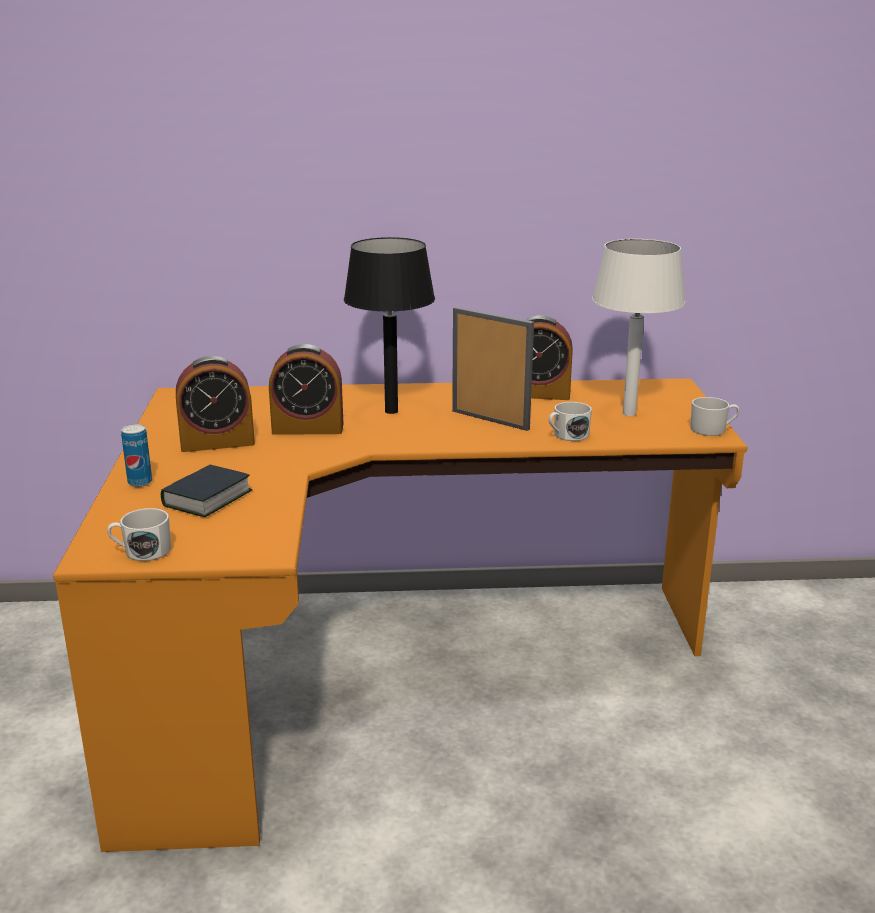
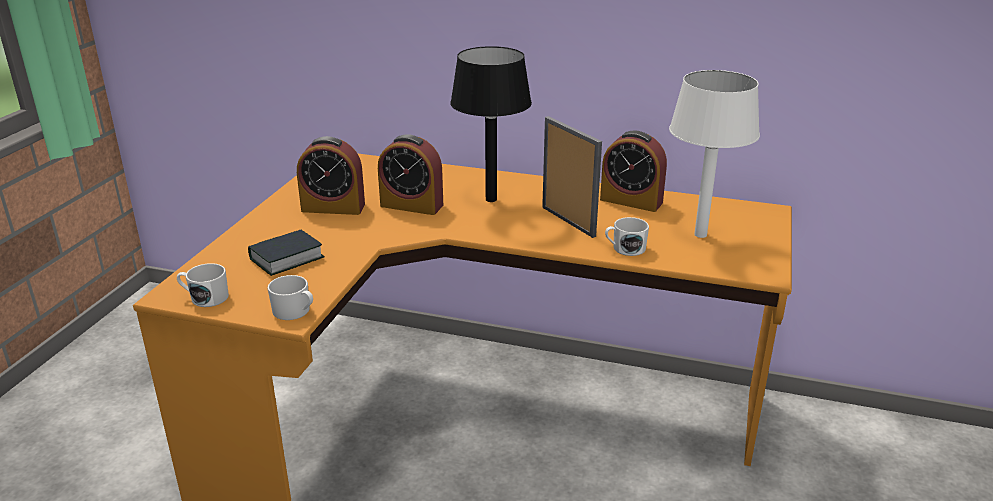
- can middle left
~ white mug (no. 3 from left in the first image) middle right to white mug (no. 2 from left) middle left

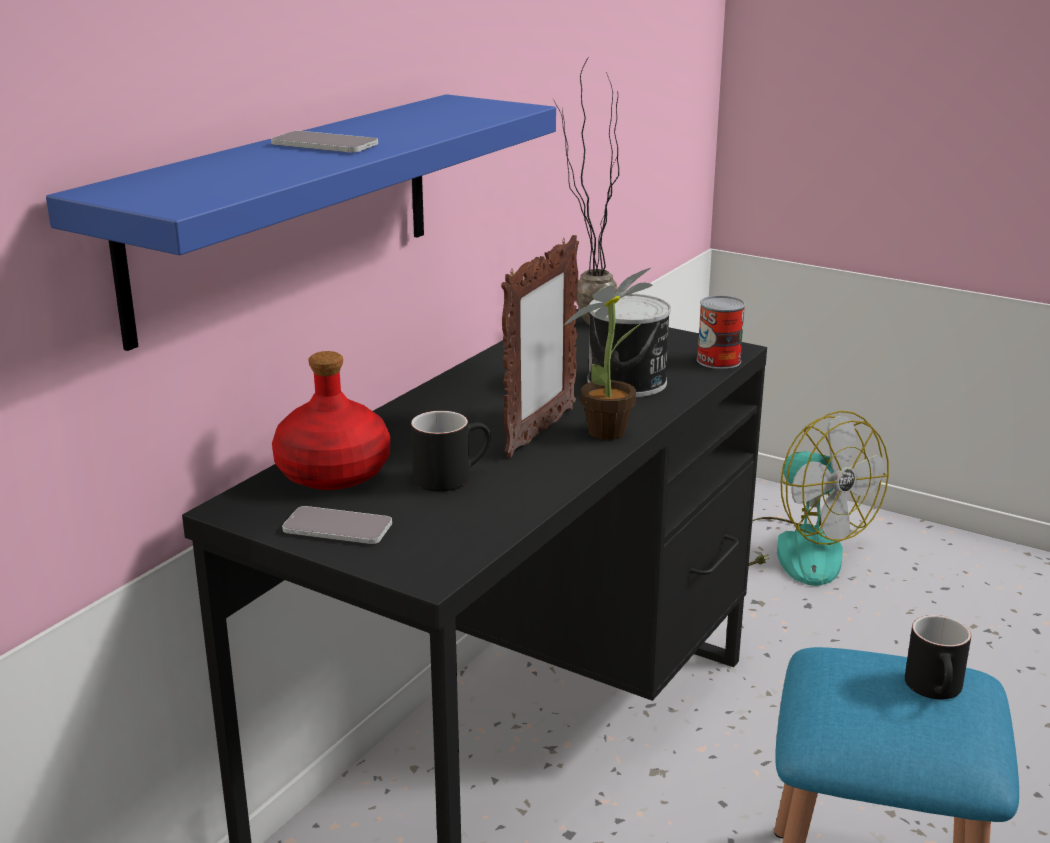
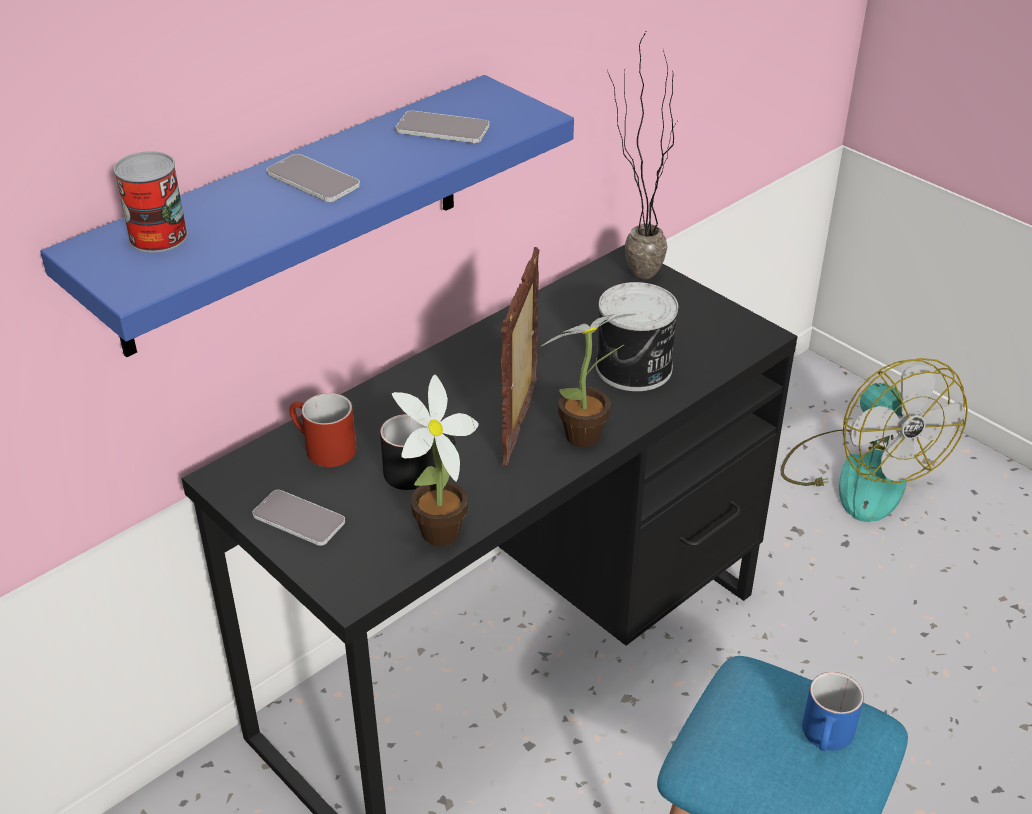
+ potted plant (no. 1 from left) centre
+ phone (no. 3 from left) top centre
~ can (no. 2 from left in the first image) middle right to can (no. 1 from left) top left
~ red bottle middle left to red mug middle left
~ black mug (no. 2 from left) bottom right to blue mug bottom right
~ picture frame centre = centre 150 degrees clockwise

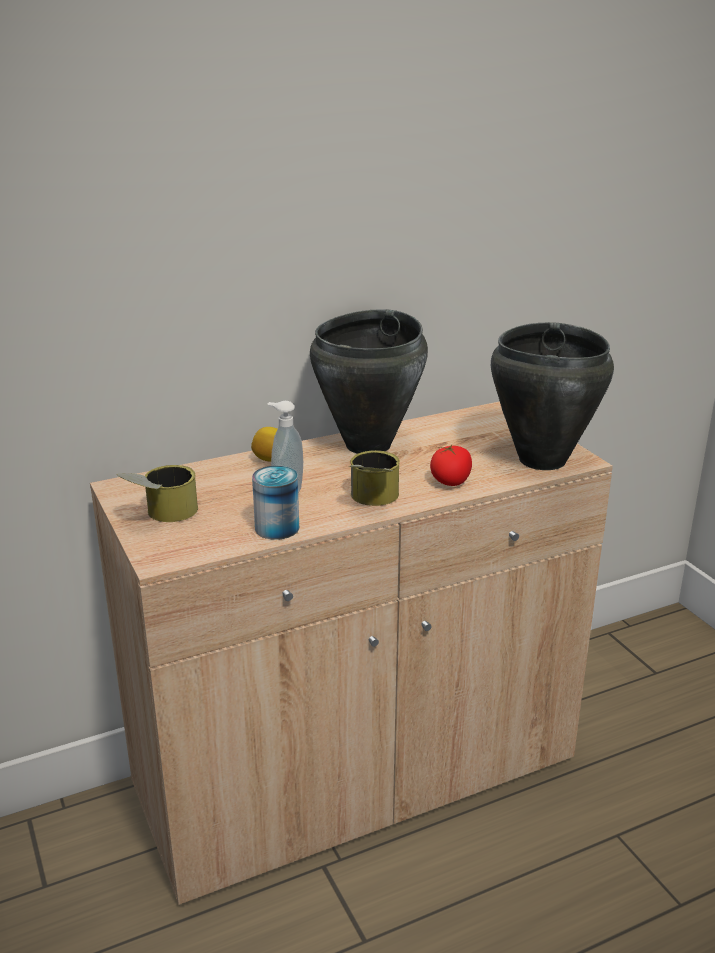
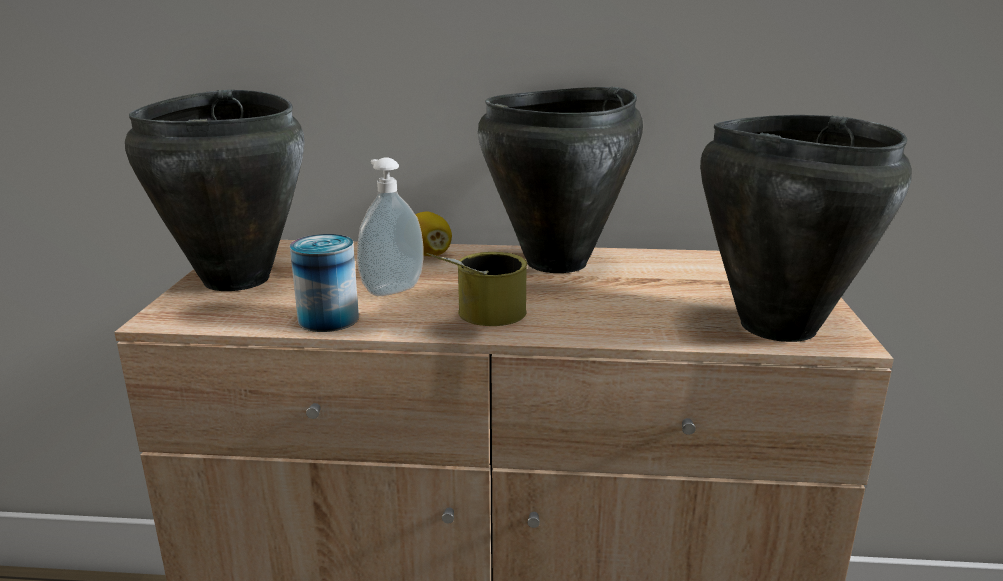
- tomato centre
~ can (no. 1 from left) middle left to black cooking pot (no. 1 from left) top left

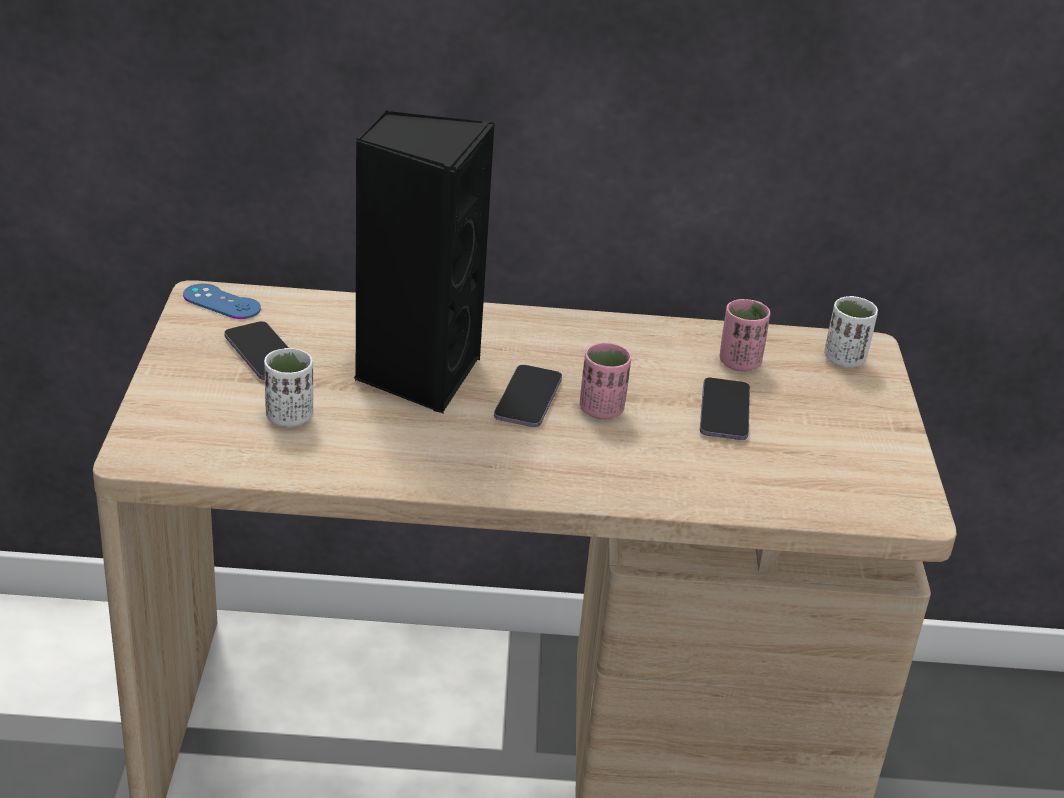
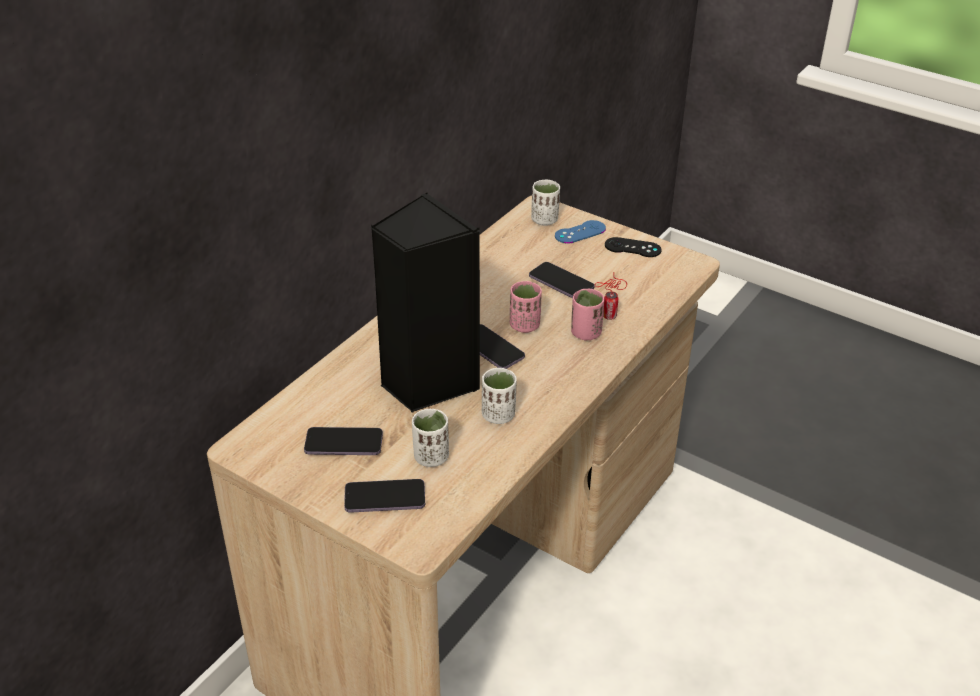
+ phone (no. 2 from left) bottom centre
+ white cup (no. 2 from left) centre
+ can centre
+ black game controller centre
~ blue game controller middle left to centre
~ pink cup (no. 2 from left) middle right to centre

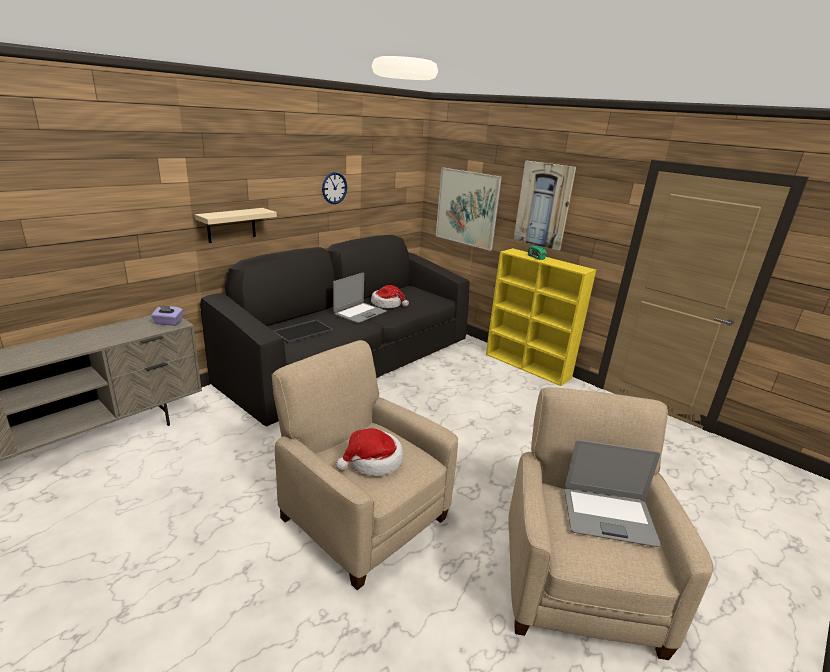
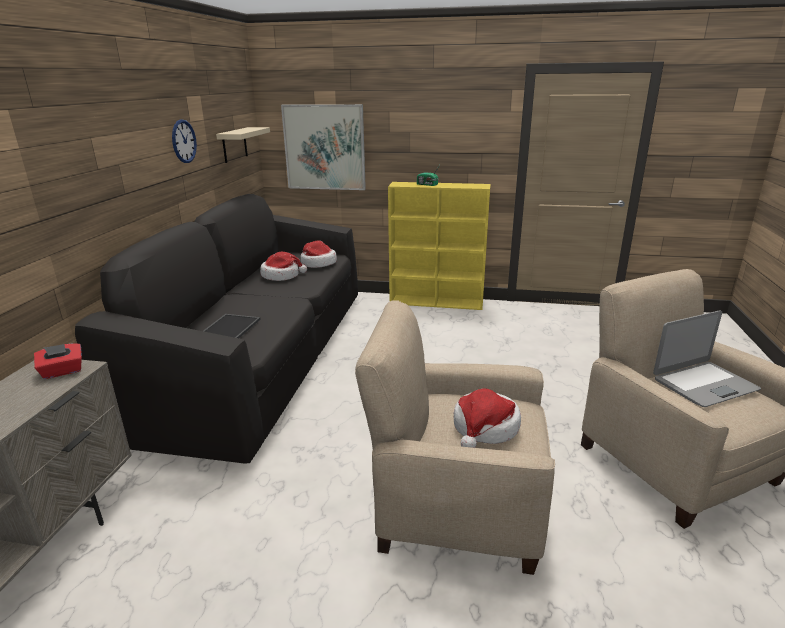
- laptop (no. 1 from left) centre
- picture (no. 2 from left) top centre
+ hat (no. 2 from left) centre
~ beige shelf middle left to top left
~ purple tissue box middle left to red tissue box middle left

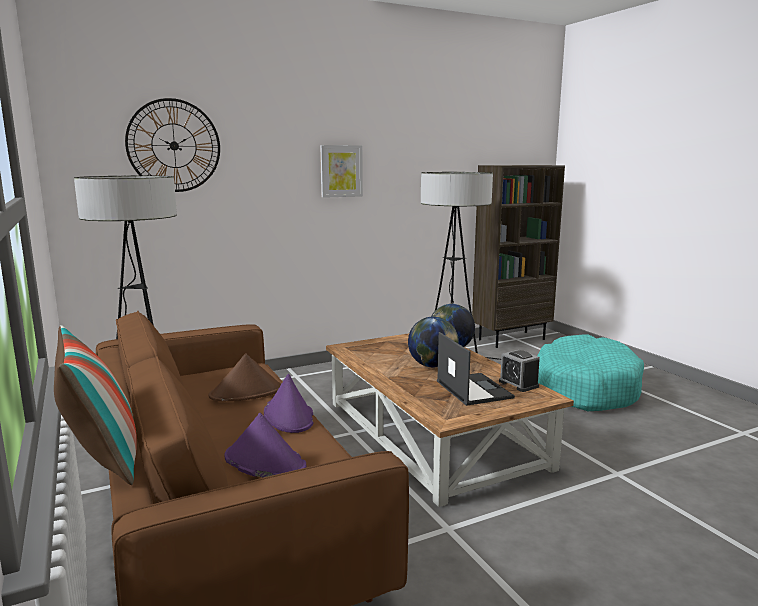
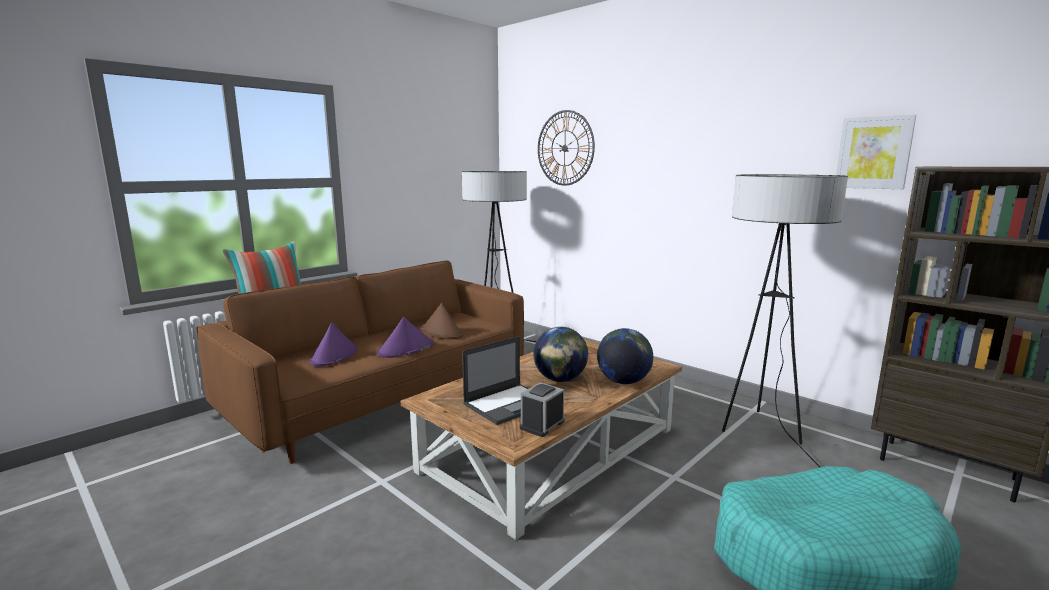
~ picture top centre to top right

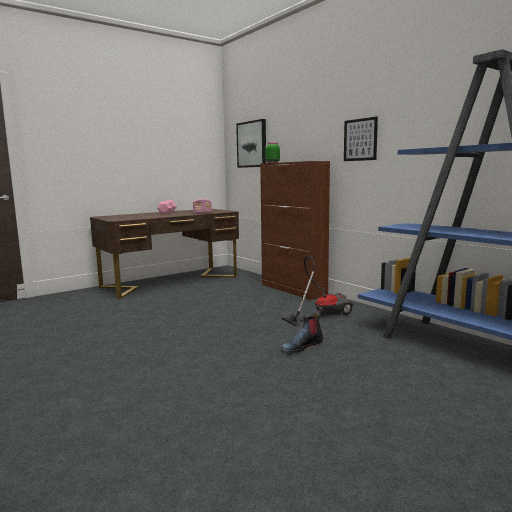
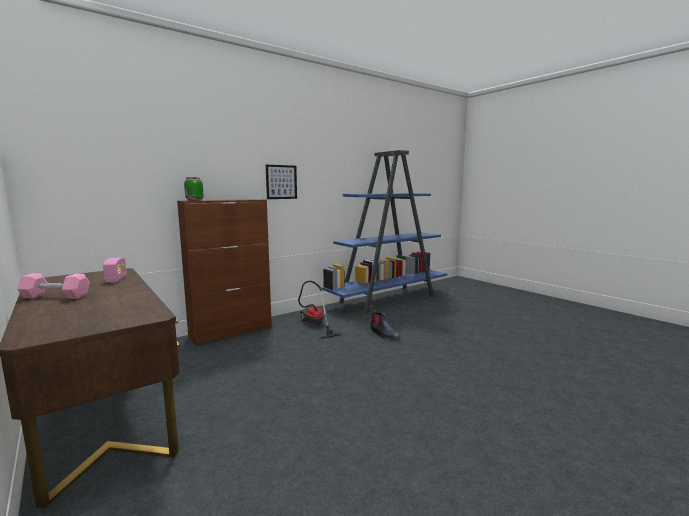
- picture (no. 1 from left) top centre

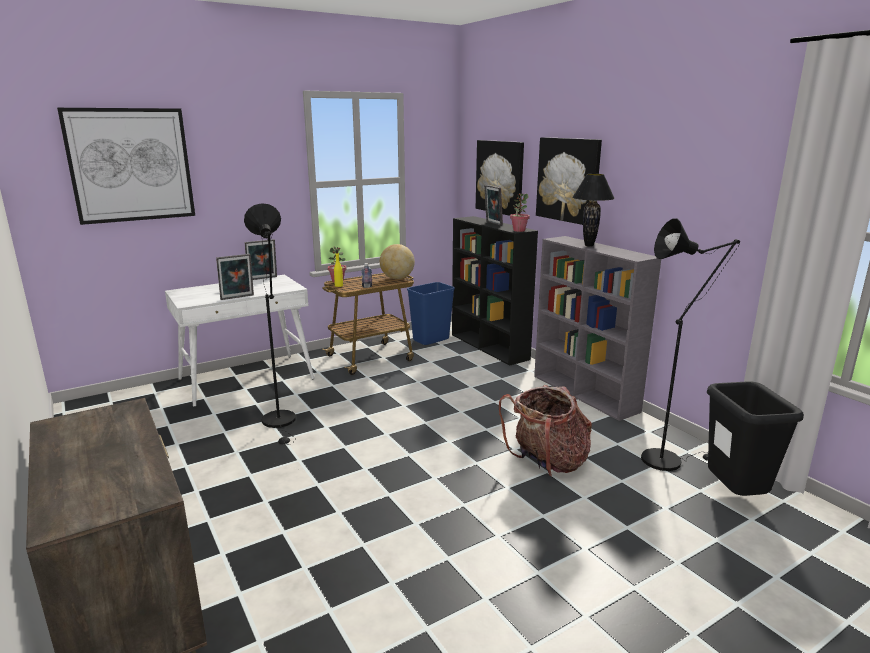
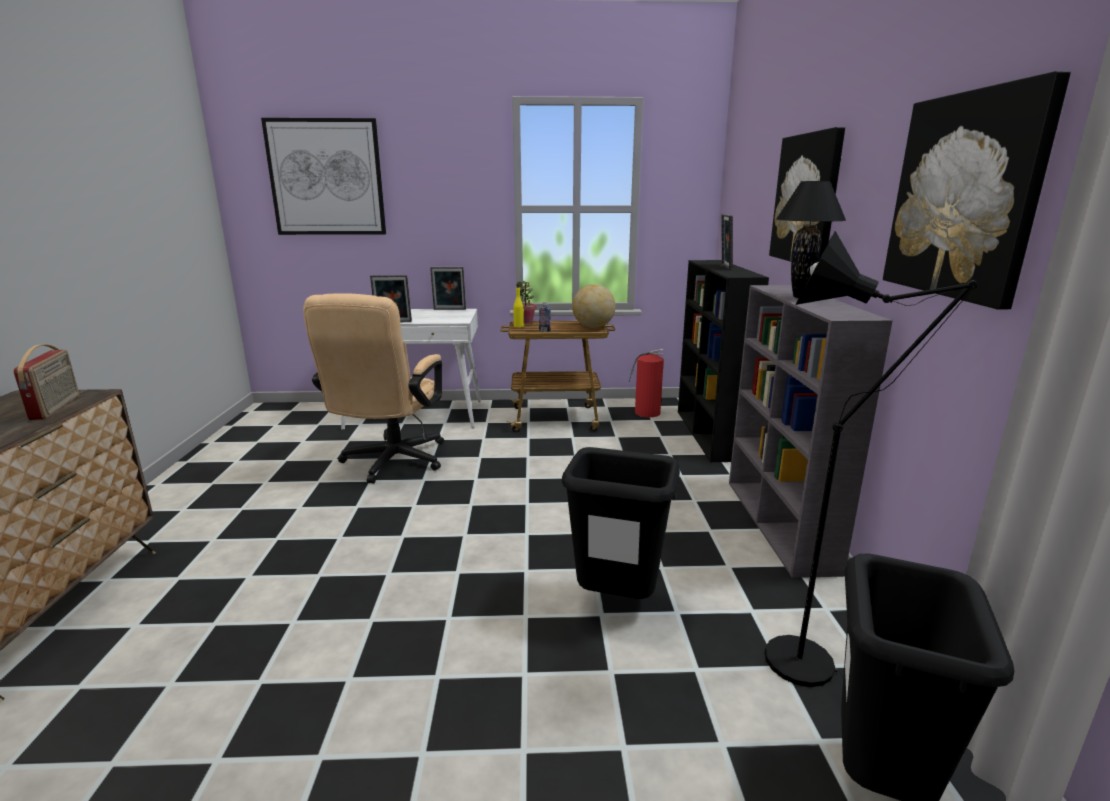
- potted plant (no. 2 from left) top centre
+ radio middle left
~ picture (no. 2 from left in the first image) top centre to picture (no. 3 from left) top right
~ black floor lamp (no. 1 from left) middle left to beige office chair centre
~ blue trash can centre to fire extinguisher centre
~ backpack centre to black trash can (no. 1 from left) centre

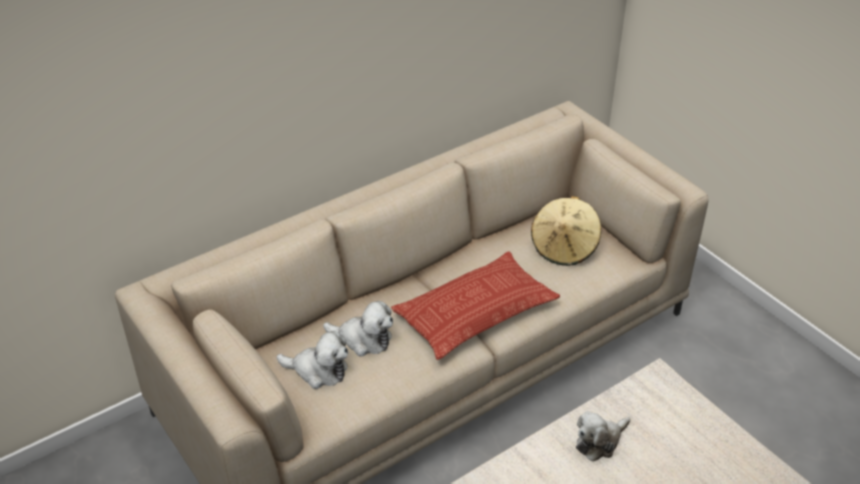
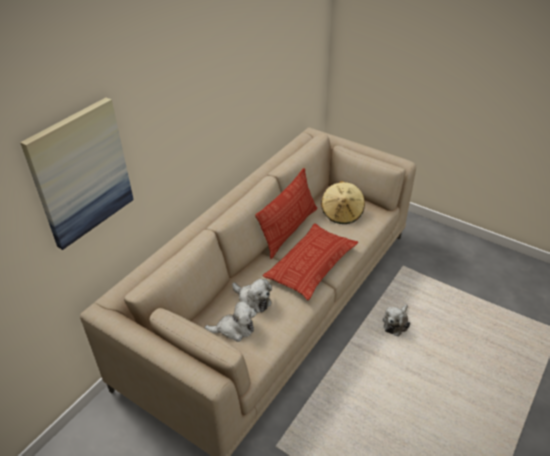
+ picture middle left
+ pillow (no. 1 from left) centre
~ plush toy (no. 2 from left) bottom centre = centre 45 degrees clockwise

